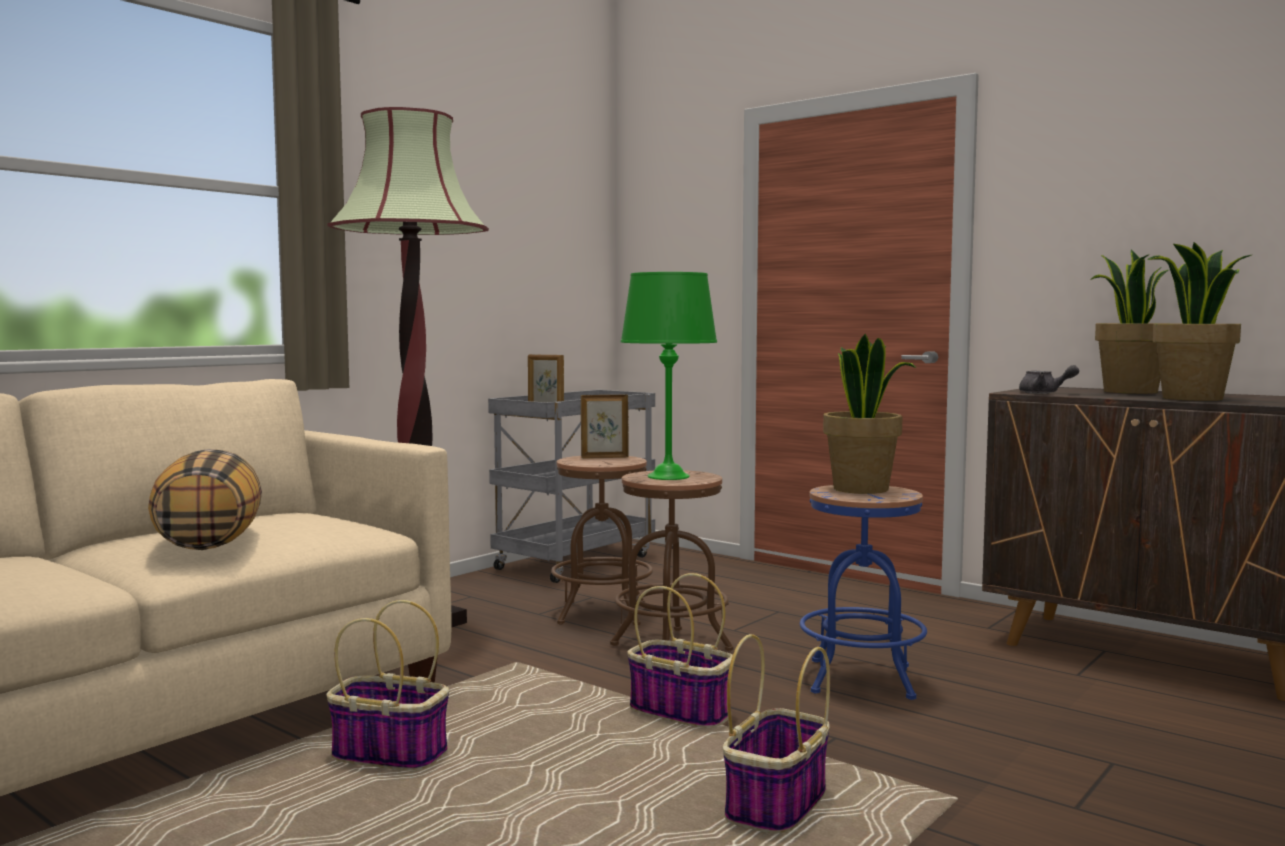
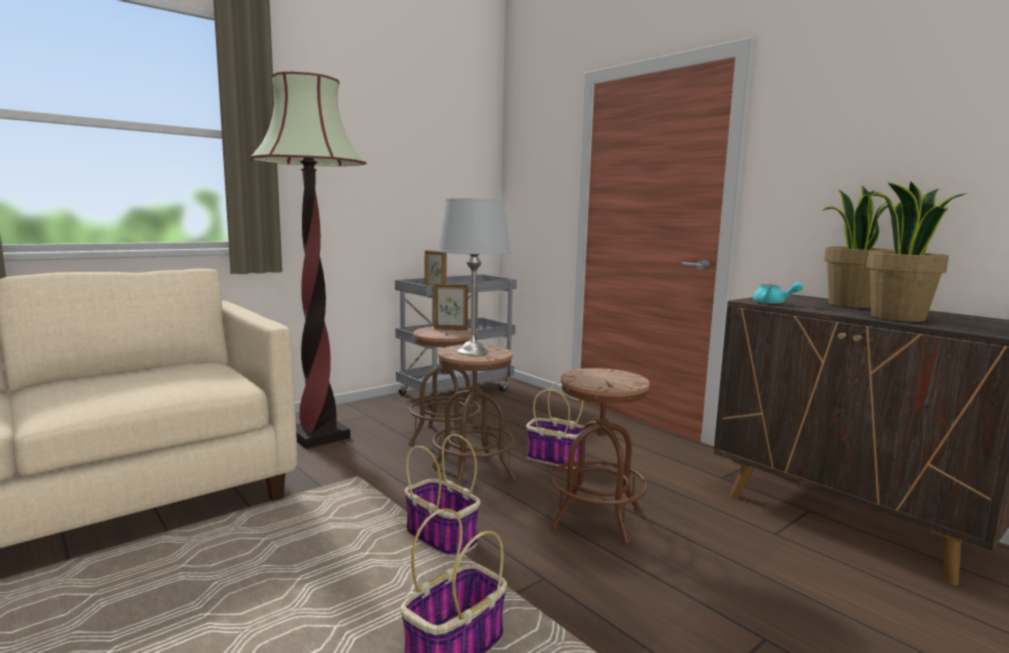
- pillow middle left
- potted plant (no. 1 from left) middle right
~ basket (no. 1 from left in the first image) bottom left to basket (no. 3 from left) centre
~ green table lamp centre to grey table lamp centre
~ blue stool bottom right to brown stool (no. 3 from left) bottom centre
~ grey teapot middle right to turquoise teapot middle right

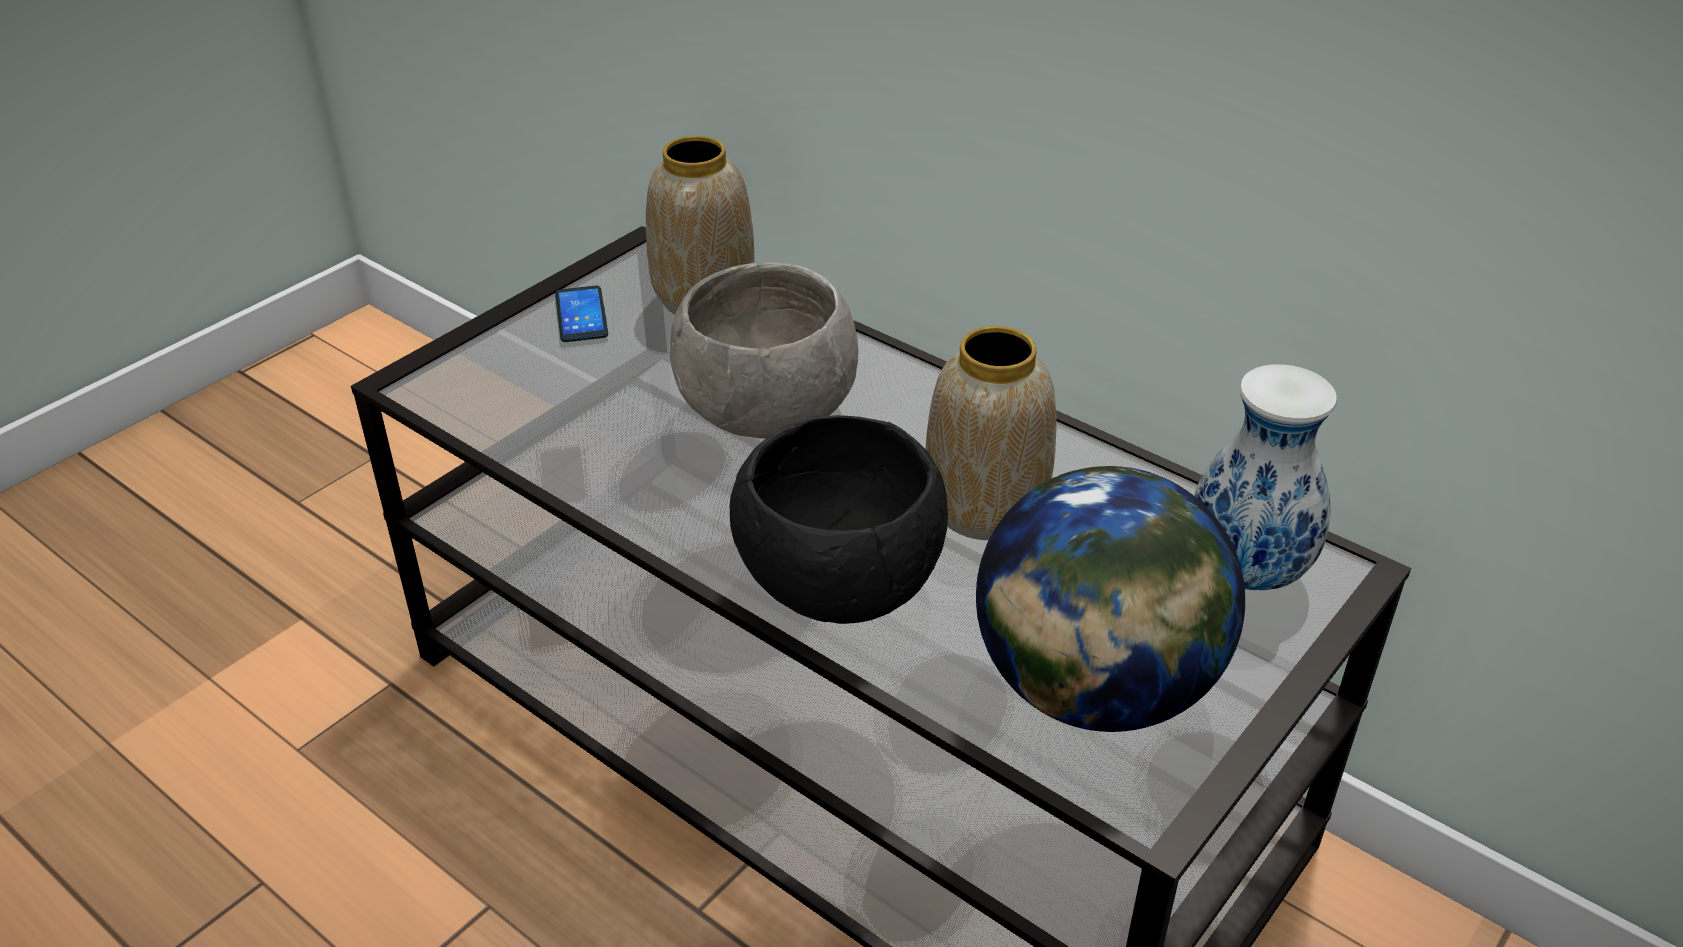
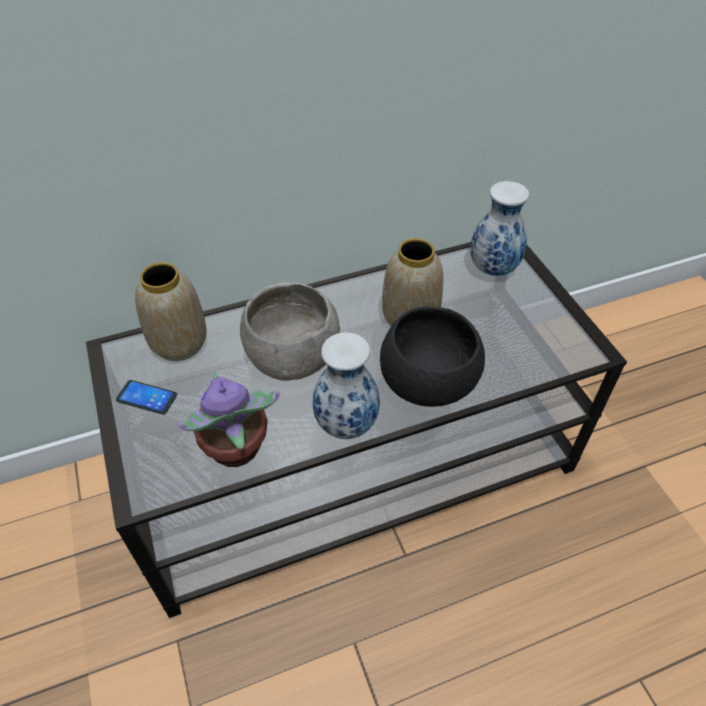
- globe centre
+ potted plant middle left
+ vase (no. 2 from left) centre

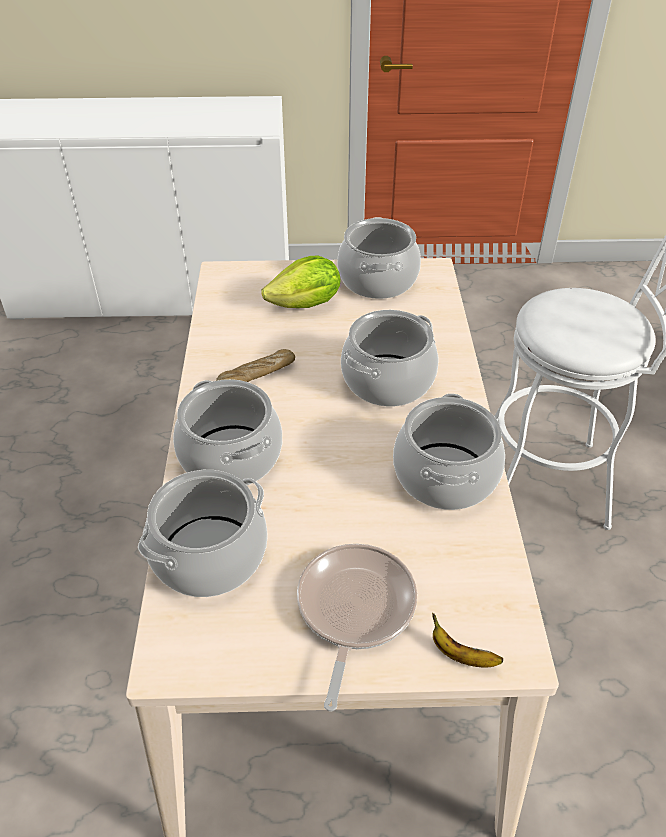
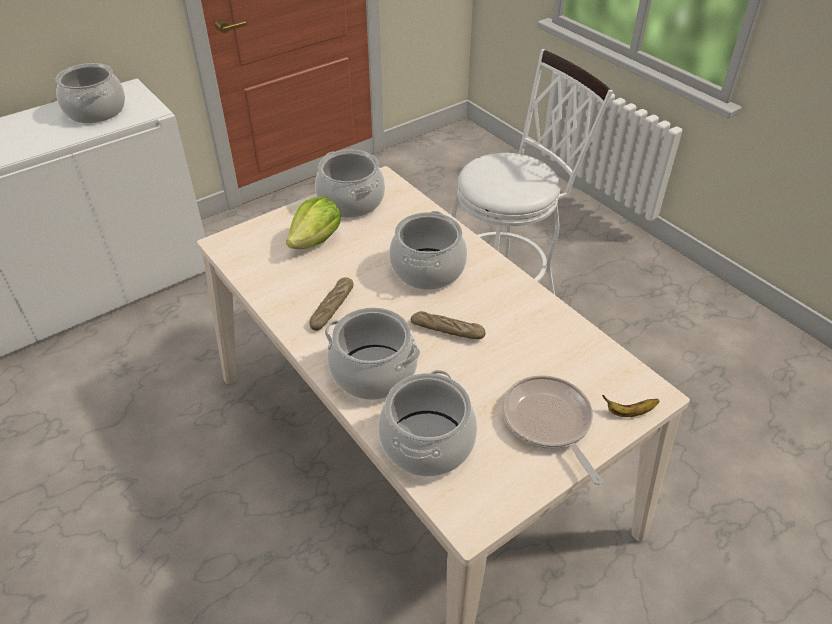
+ bread (no. 2 from left) centre
~ cooking pot (no. 5 from left in the first image) middle right to cooking pot (no. 1 from left) top left

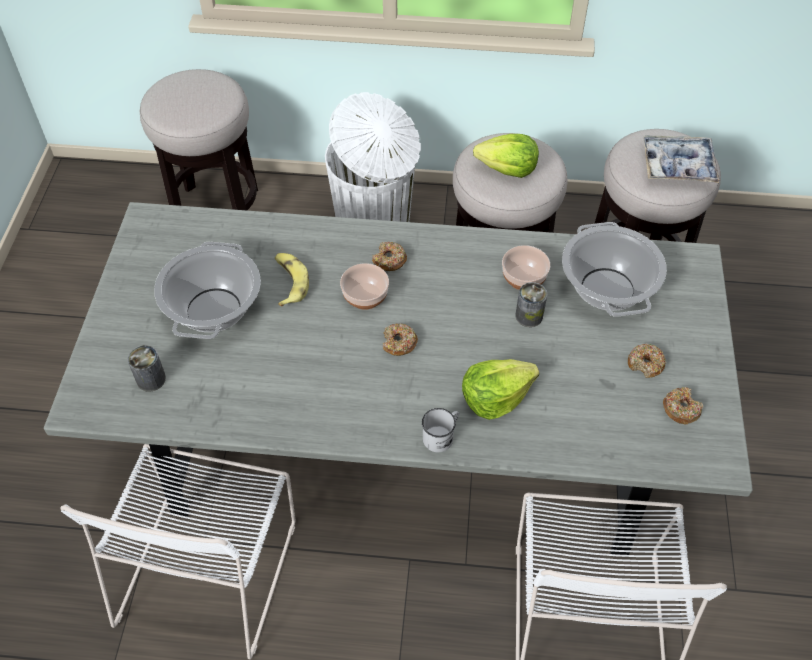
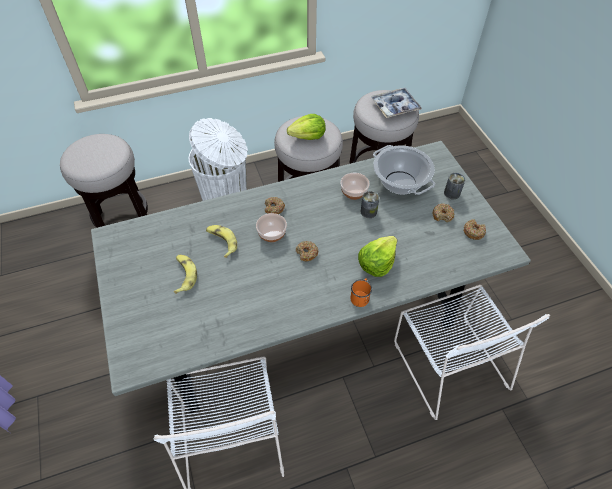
~ can (no. 1 from left in the first image) middle left to can (no. 2 from left) middle right
~ cooking pot (no. 1 from left) middle left to banana (no. 1 from left) middle left
~ white mug centre to orange mug centre

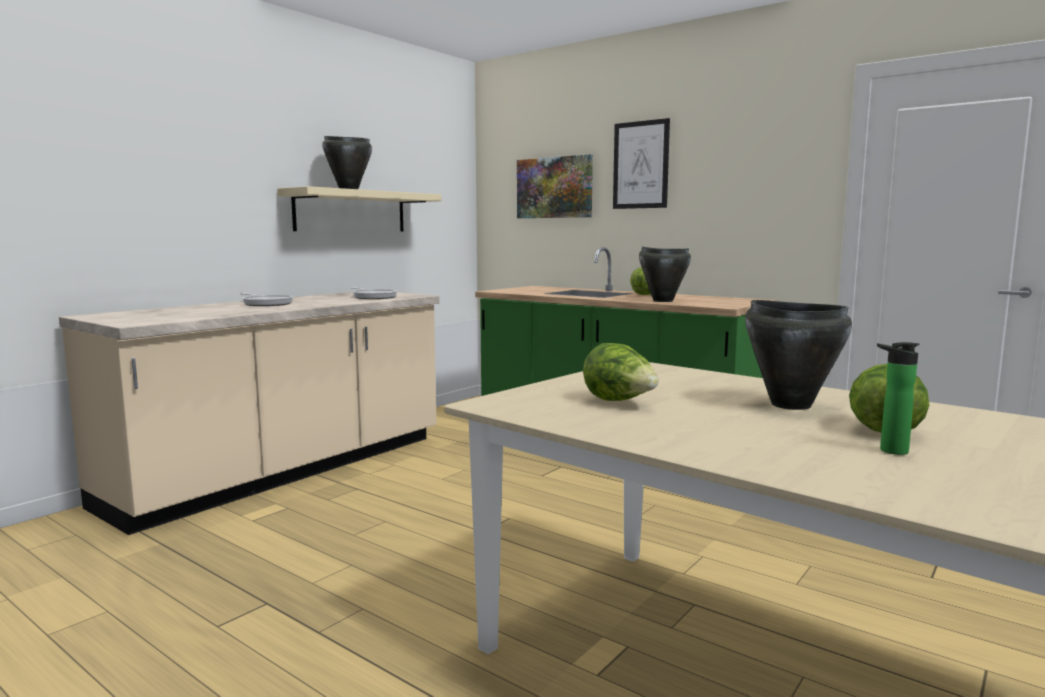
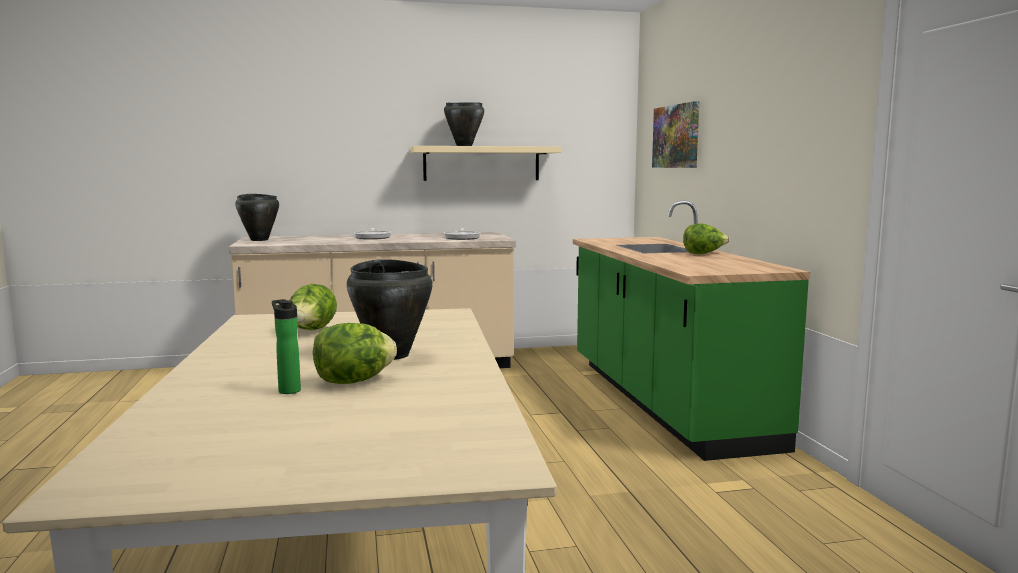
- picture (no. 2 from left) top centre
~ black cooking pot (no. 2 from left in the first image) centre to black cooking pot (no. 1 from left) middle left

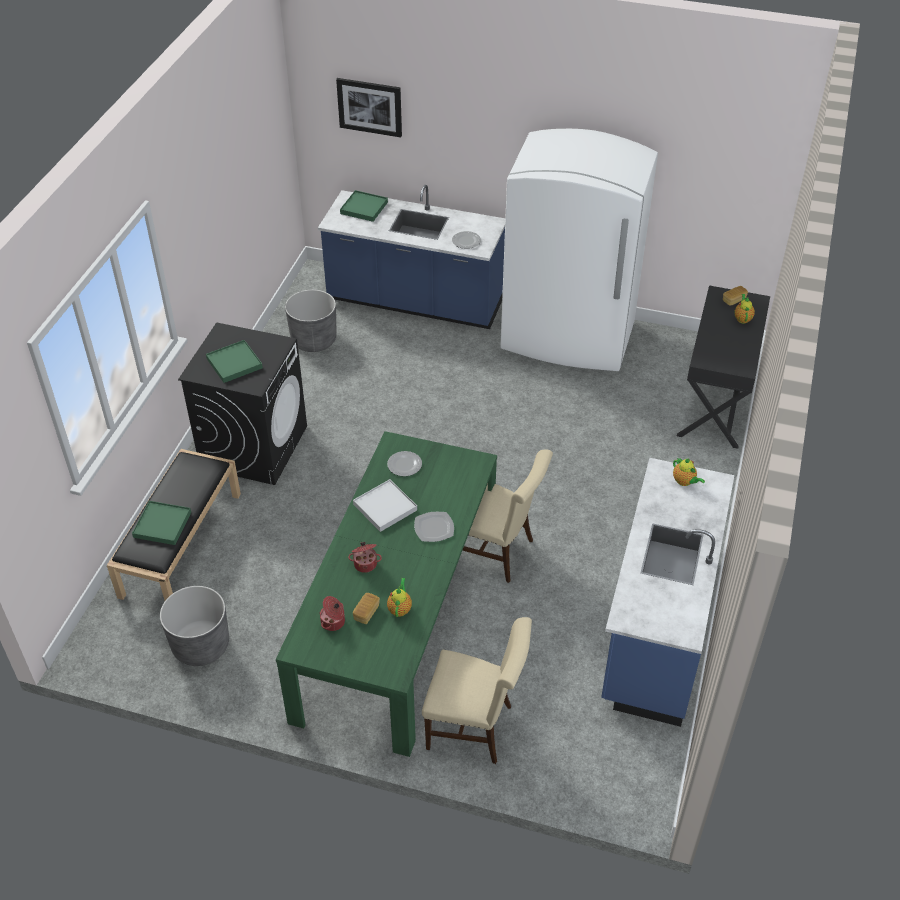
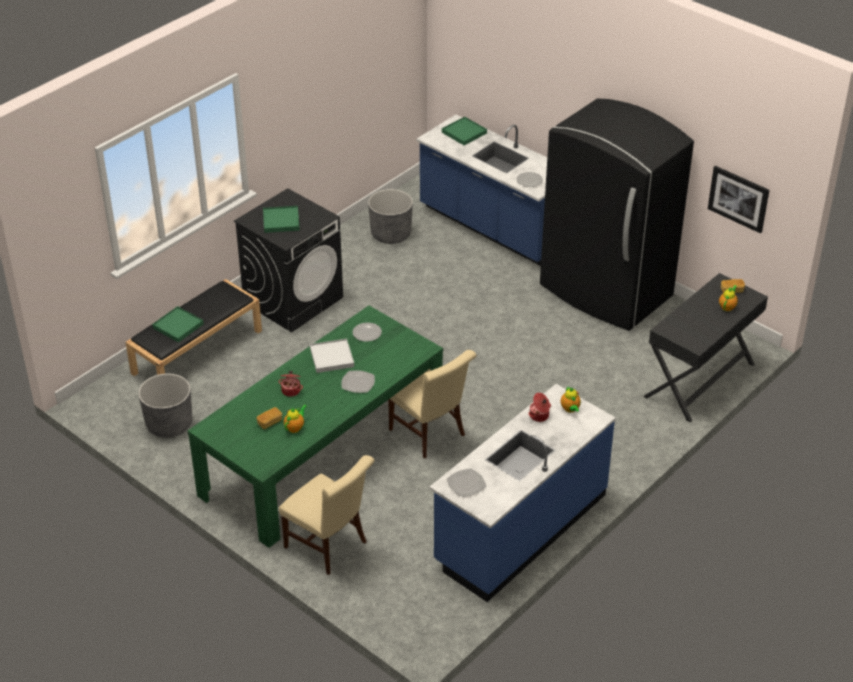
+ plate (no. 3 from left) bottom centre
~ cooking pot (no. 1 from left in the first image) bottom centre to cooking pot (no. 2 from left) centre
~ picture top centre to top right
~ white fridge top centre to black fridge top right

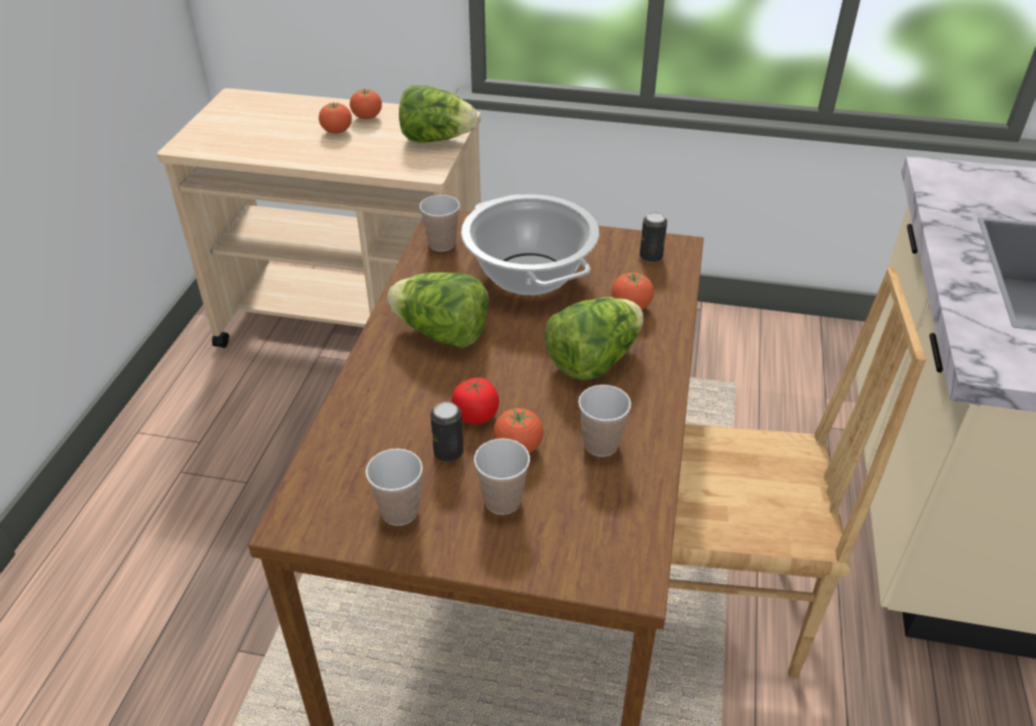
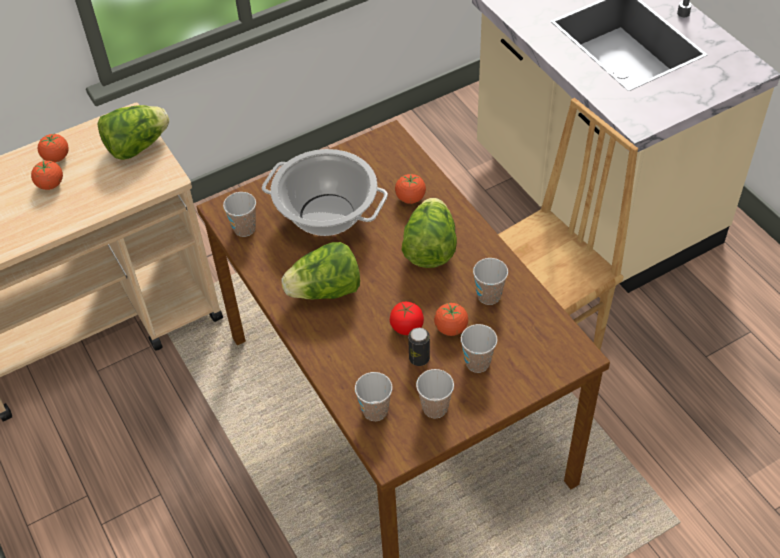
- can (no. 2 from left) top centre
+ cup (no. 2 from left) bottom centre

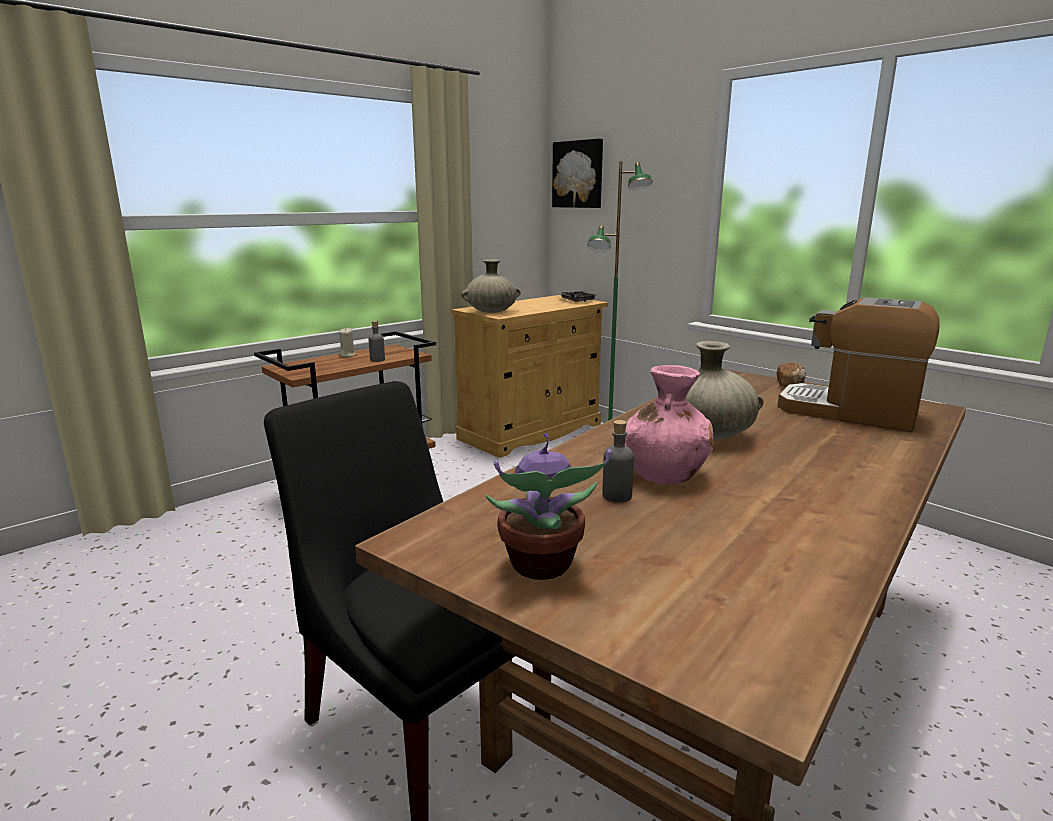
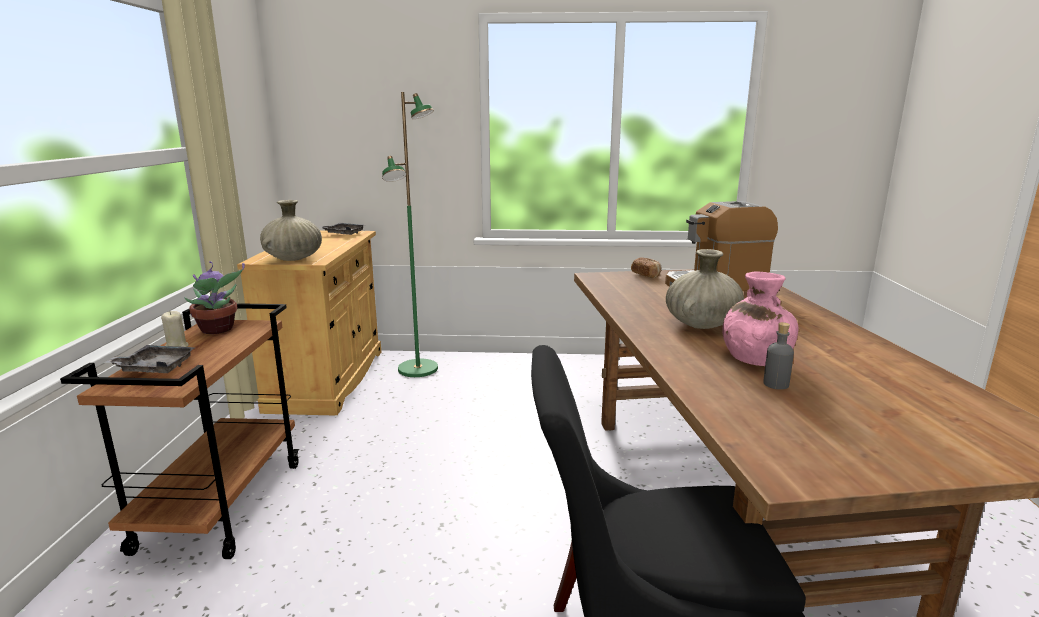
- grey bottle (no. 1 from left) centre
- picture top centre
+ grey tray (no. 1 from left) middle left
~ potted plant centre to middle left

